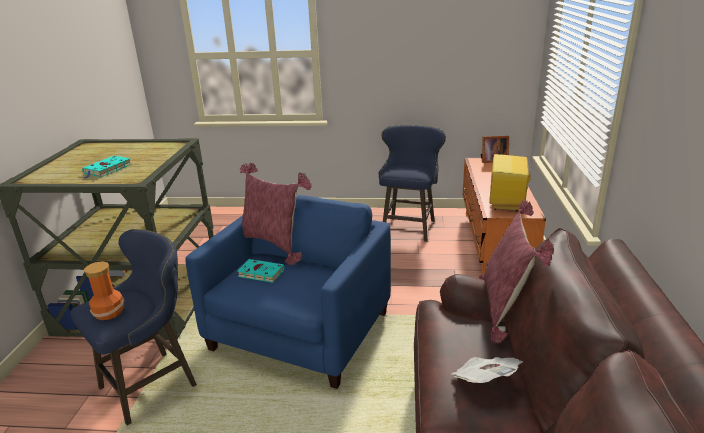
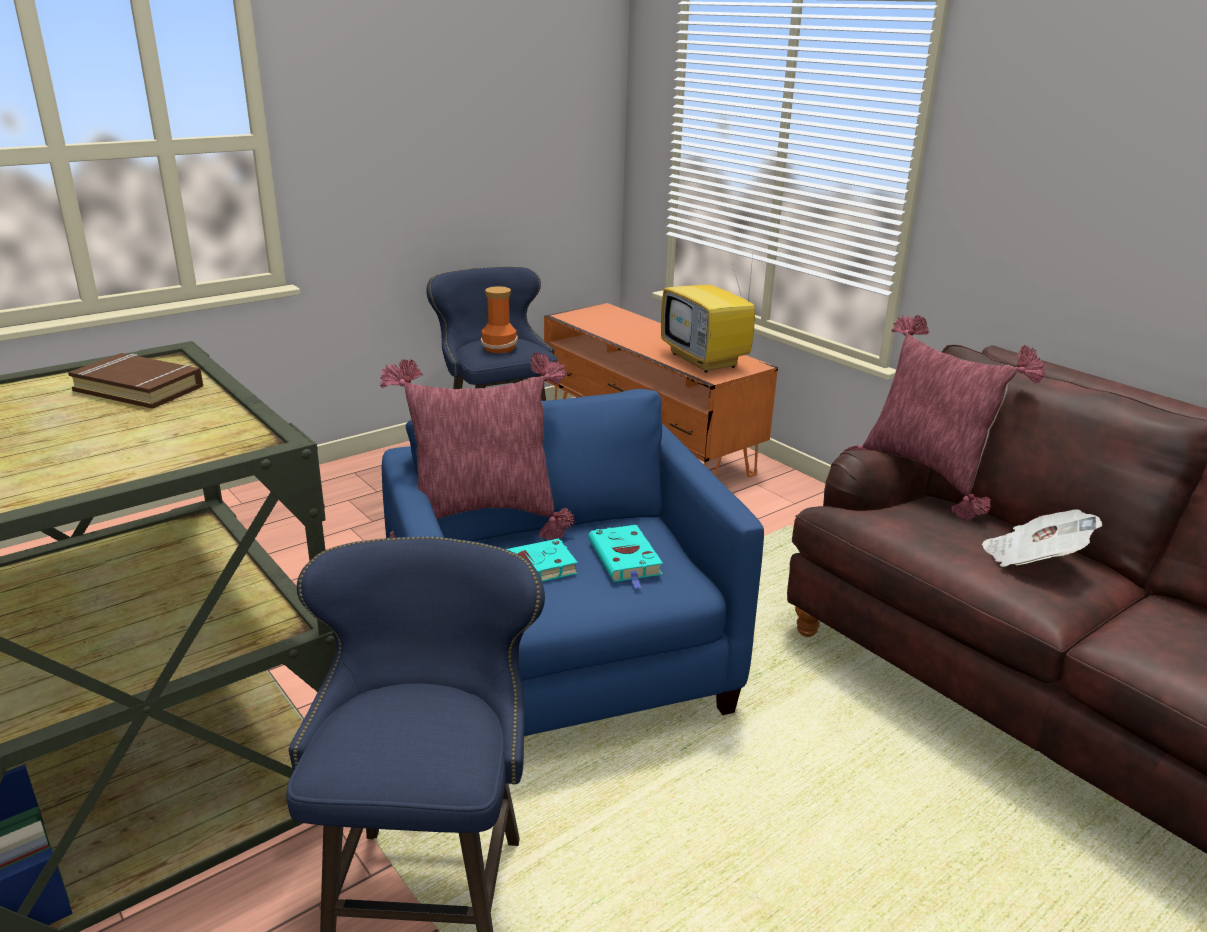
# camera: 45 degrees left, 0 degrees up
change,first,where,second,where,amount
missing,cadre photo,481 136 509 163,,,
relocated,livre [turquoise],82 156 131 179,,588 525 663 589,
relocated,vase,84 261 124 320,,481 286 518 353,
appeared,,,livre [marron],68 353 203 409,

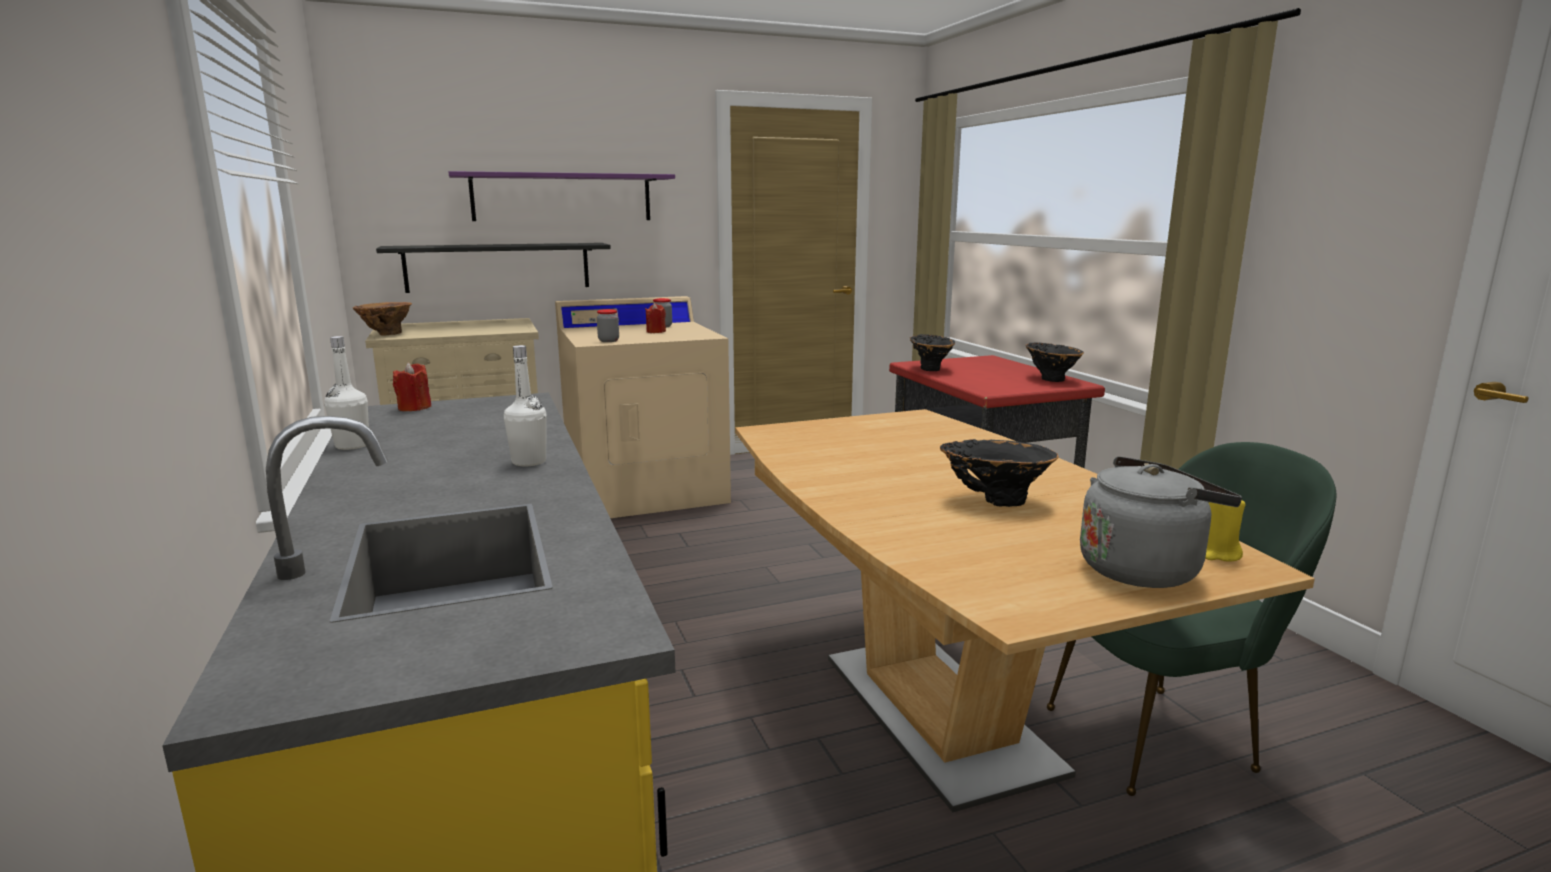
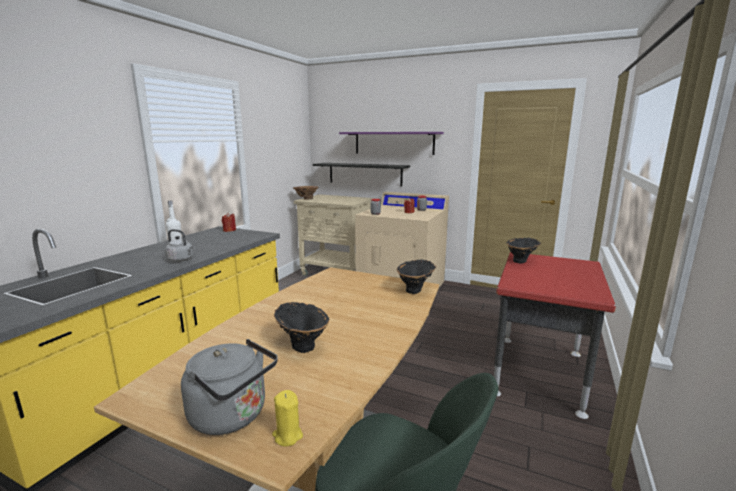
# camera: 45 degrees right, 0 degrees up
change,first,where,second,where,amount
relocated,vase [noir],1026 342 1084 382,,397 259 436 294,
exchanged,bouteille [blanc],504 345 547 466,bouilloire [gris],165 229 195 262,

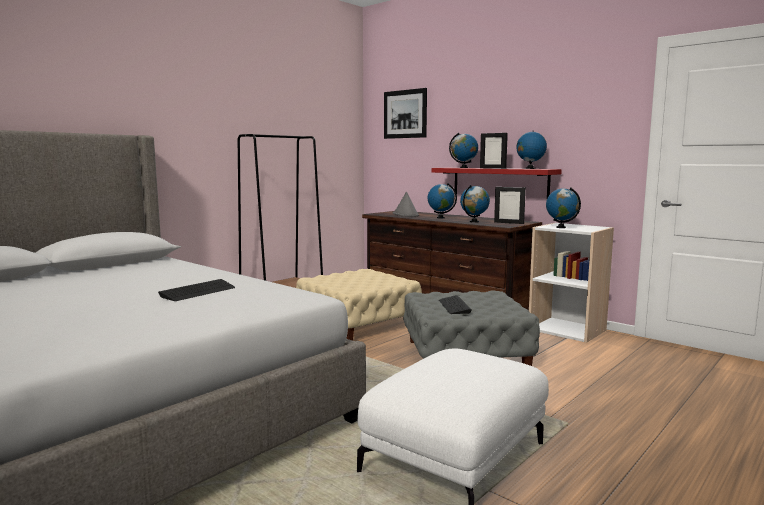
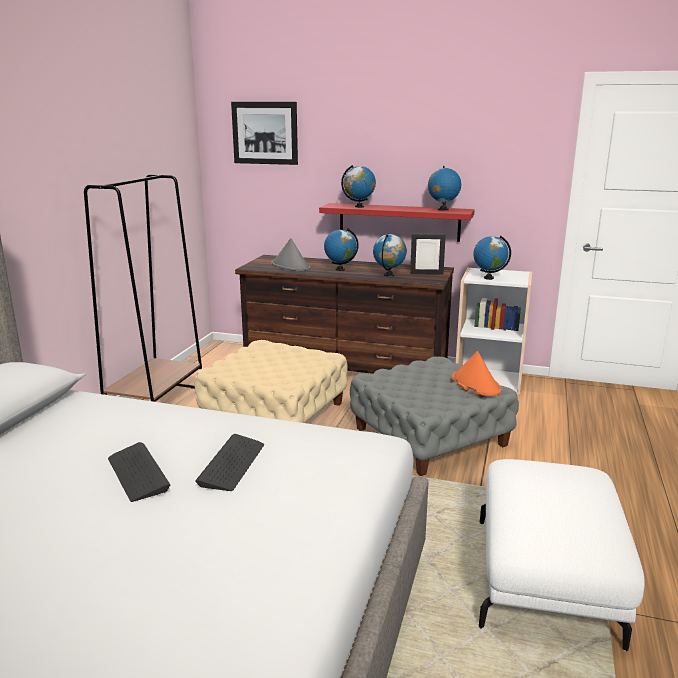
# camera: 25 degrees left, 10 degrees up
change,first,where,second,where,amount
missing,cadre photo,480 133 508 169,,,
relocated,clavier,439 295 472 314,,108 442 170 502,
appeared,,,chapeau [orange],452 351 502 396,

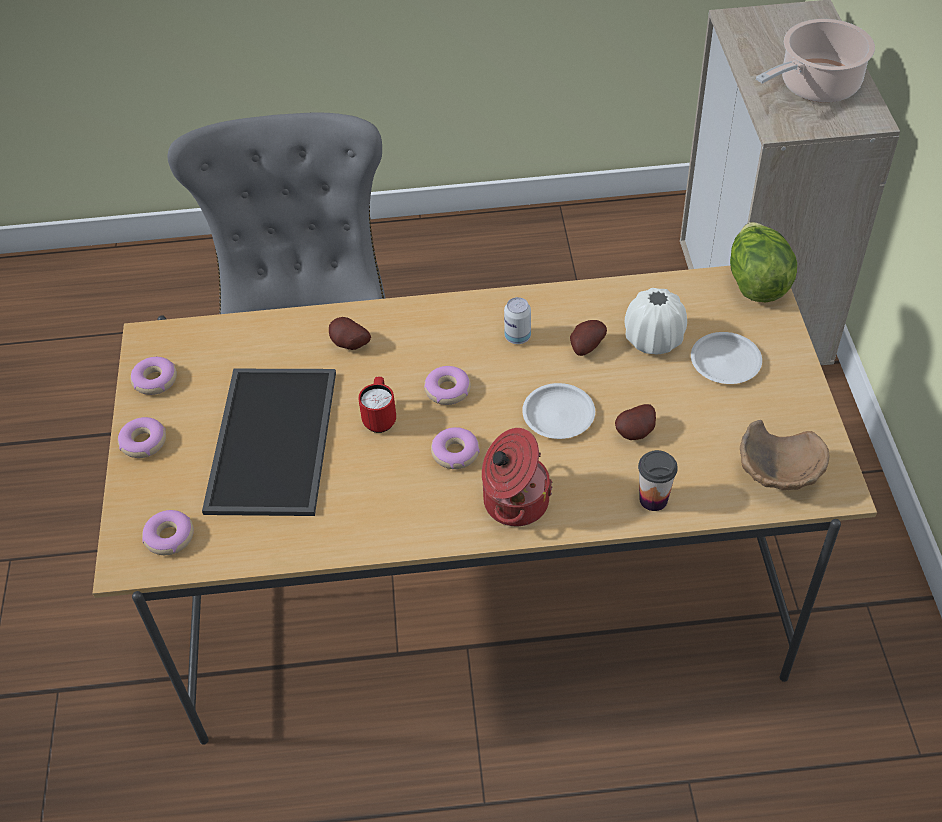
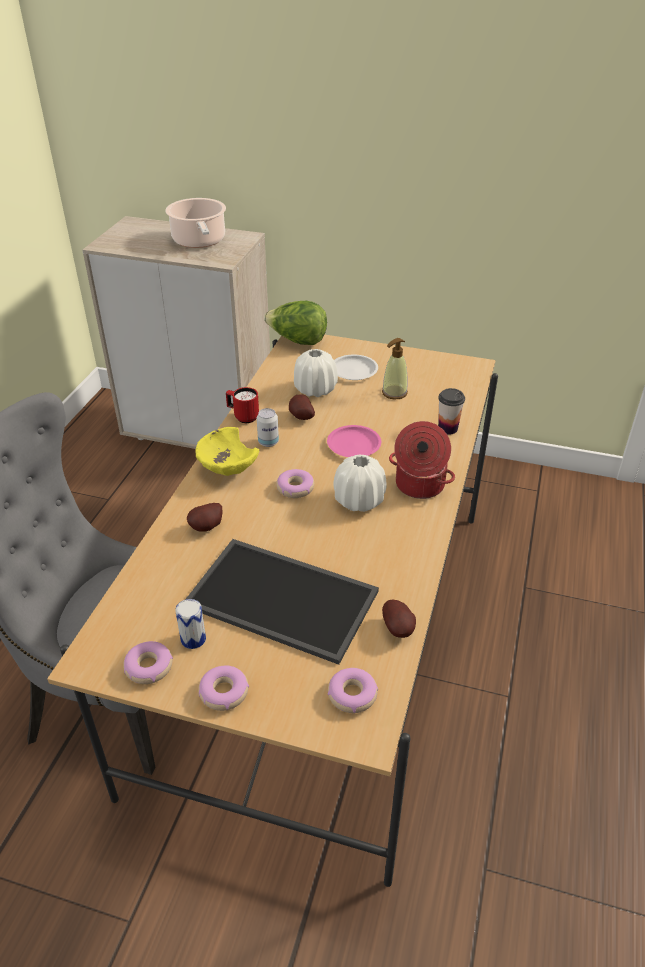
# camera: 70 degrees left, 10 degrees down
change,first,where,second,where,amount
relocated,mug [rouge],358 377 396 433,,226 387 259 423,
colour,assiette [blanc],522 383 595 439,assiette [rose],327 425 381 457,
relocated,pomme de terre,615 404 656 440,,382 600 416 638,
missing,bol [marron],740 420 829 490,,,
exchanged,beignet,431 427 480 469,vase [blanc],334 455 387 512,
appeared,,,distributeur de savon,382 338 408 400,
appeared,,,bol [jaune],195 427 259 476,
appeared,,,boîte métallique,175 599 206 649,

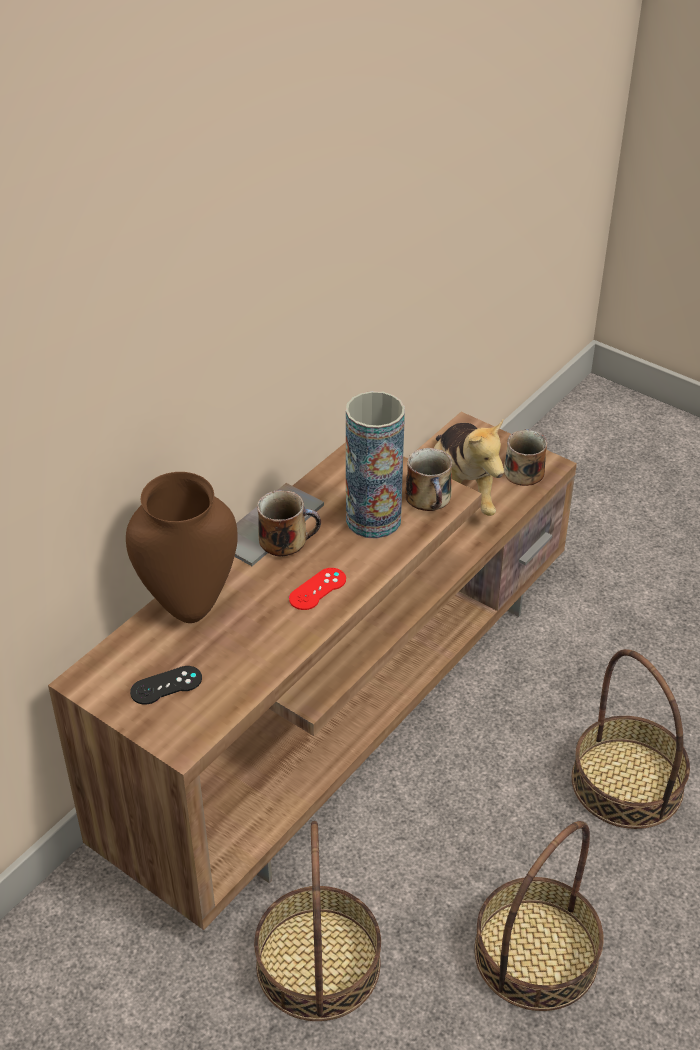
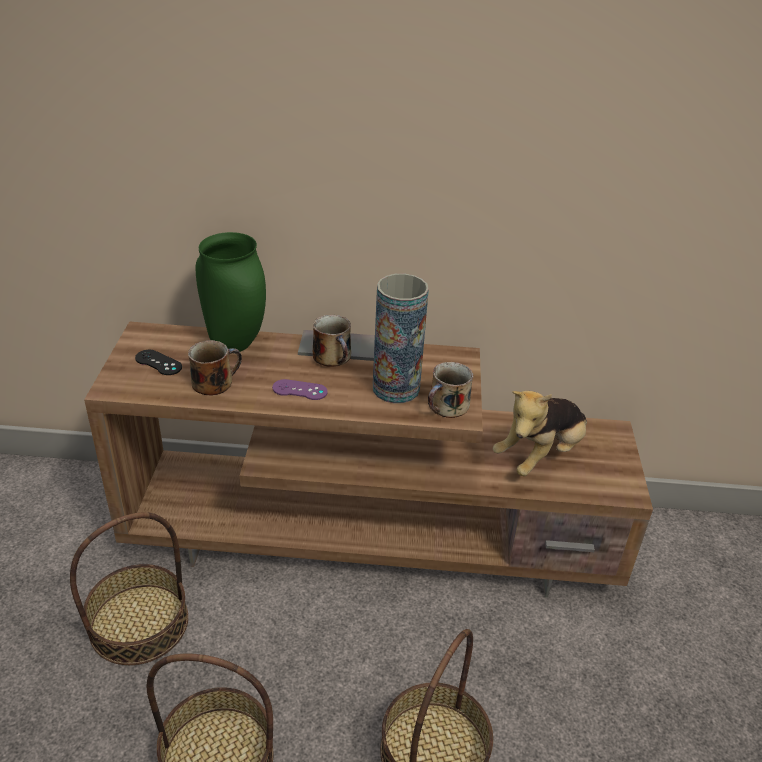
# camera: 55 degrees right, 5 degrees down
change,first,where,second,where,amount
relocated,mug,504 429 547 486,,188 340 242 395,
colour,vase [marron],126 472 238 623,vase [vert],196 232 266 352,
colour,manette [rouge],289 568 346 610,manette [violet],272 379 328 400,

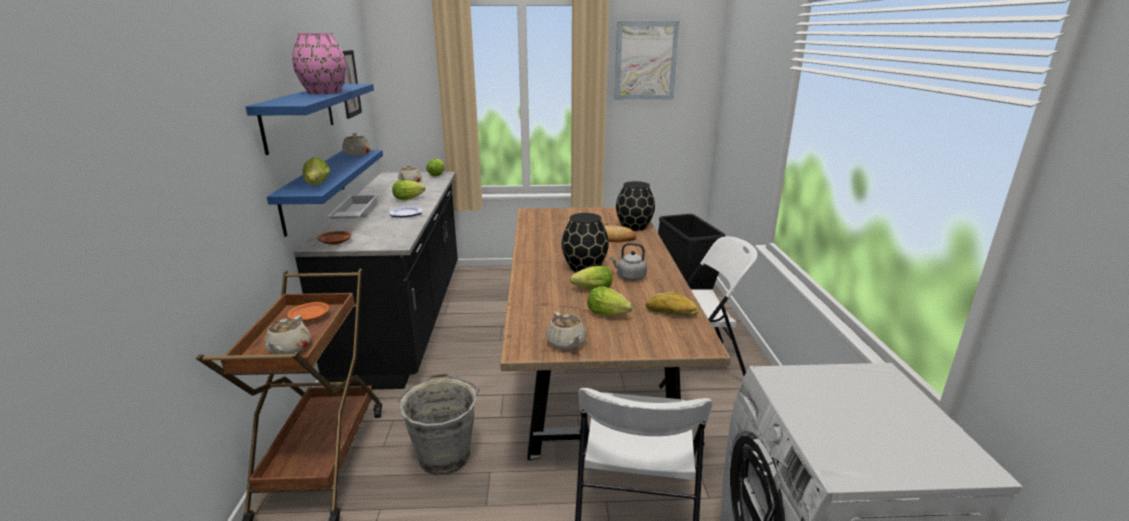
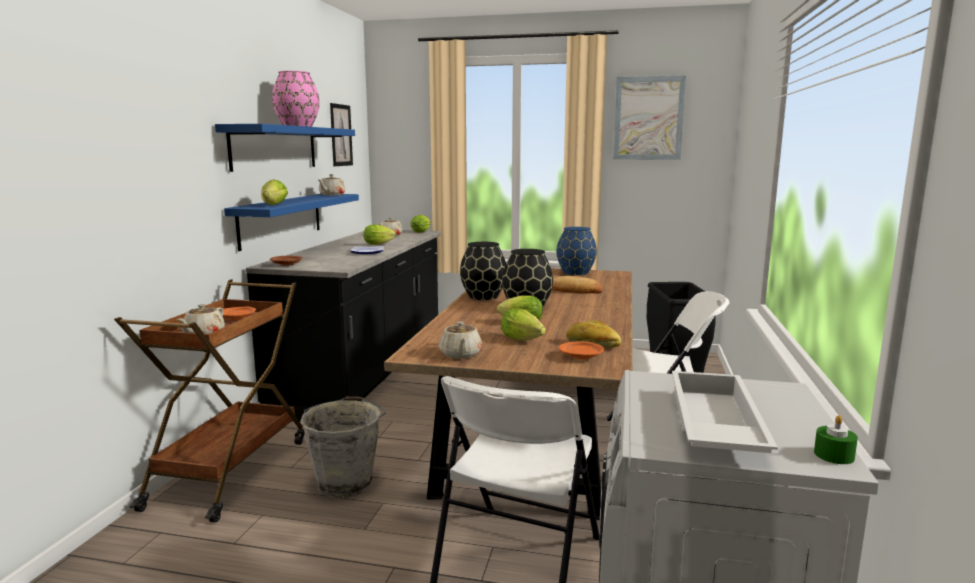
# camera: 15 degrees right, 10 degrees down
change,first,where,second,where,amount
relocated,vase [noir],616 181 655 231,,460 242 506 300,
relocated,plateau [blanc],327 195 378 219,,672 371 778 453,
missing,bouilloire [gris],610 243 647 281,,,
appeared,,,vase [bleu],556 227 597 275,
appeared,,,assiette [orange],559 341 604 359,
appeared,,,bougie [vert],814 415 858 464,

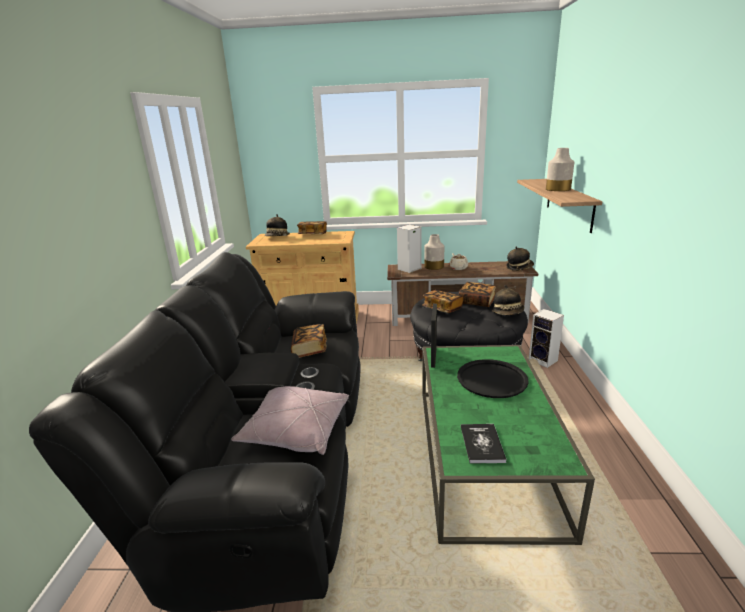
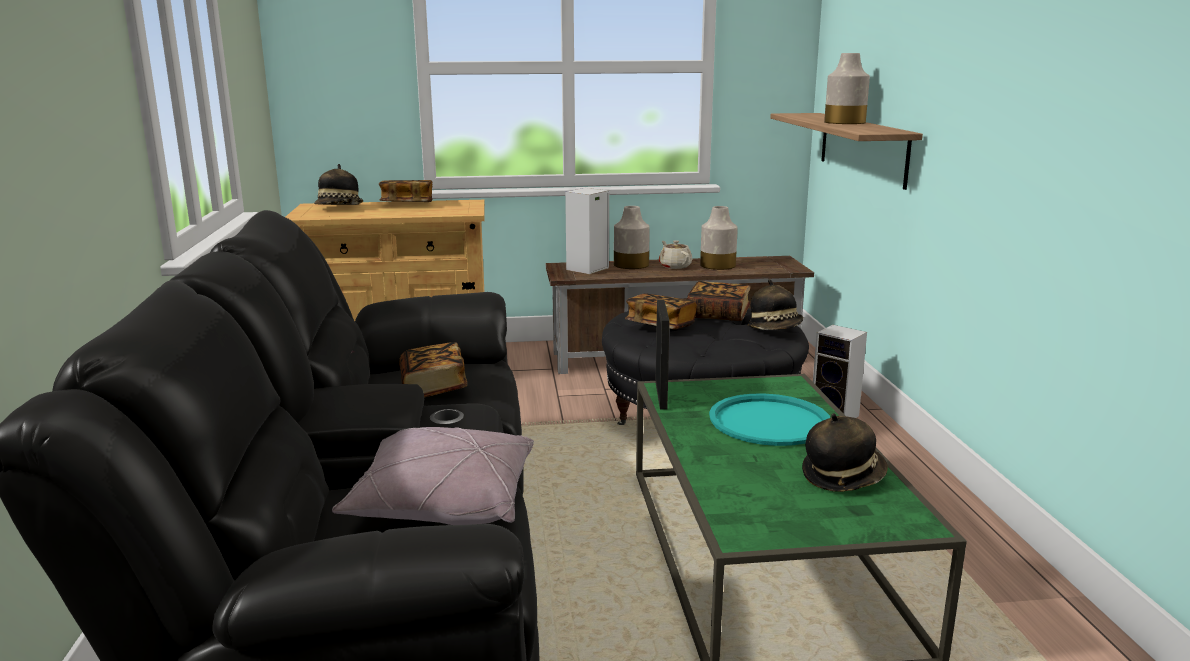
# camera: 10 degrees left, 5 degrees down
change,first,where,second,where,amount
relocated,chapeau,506 246 534 271,,802 413 888 492,
colour,plateau [noir],457 359 528 398,plateau [turquoise],709 393 831 446,
missing,livre,461 424 507 464,,,
appeared,,,vase [beige],700 206 738 270,

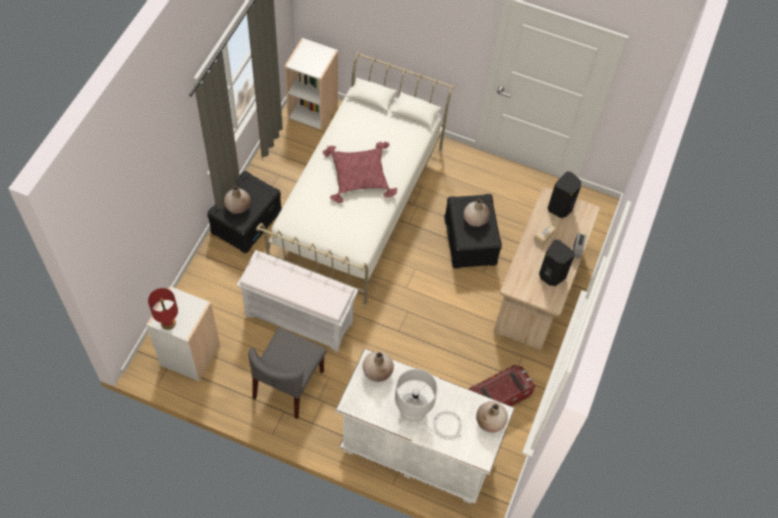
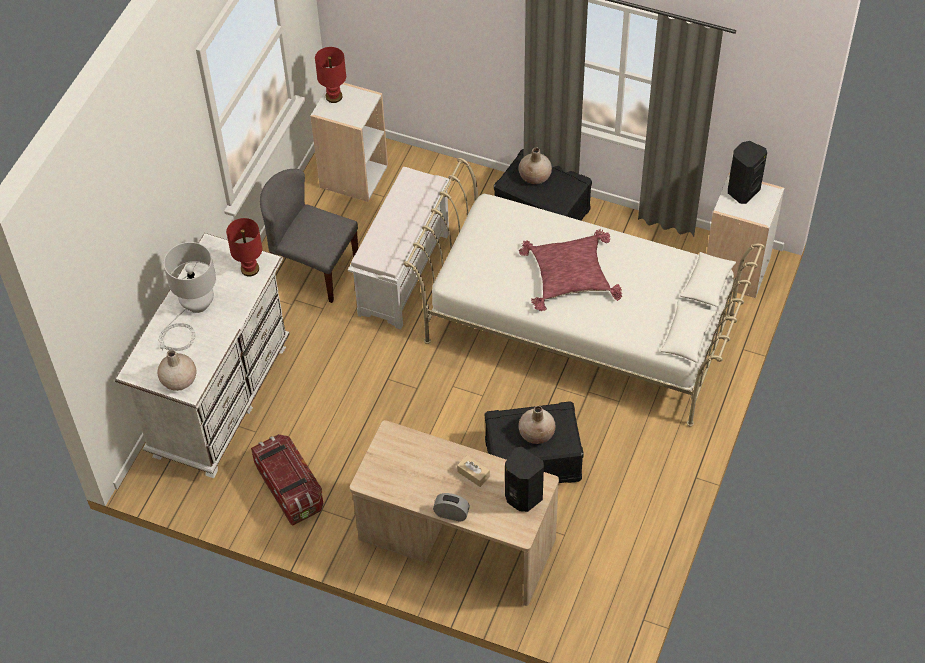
# camera: 95 degrees right, 5 degrees down
change,first,where,second,where,amount
relocated,enceinte [noir],539 240 575 286,,728 141 767 204,
exchanged,vase [beige],363 351 394 382,lampe de table [rouge],226 218 262 277,

